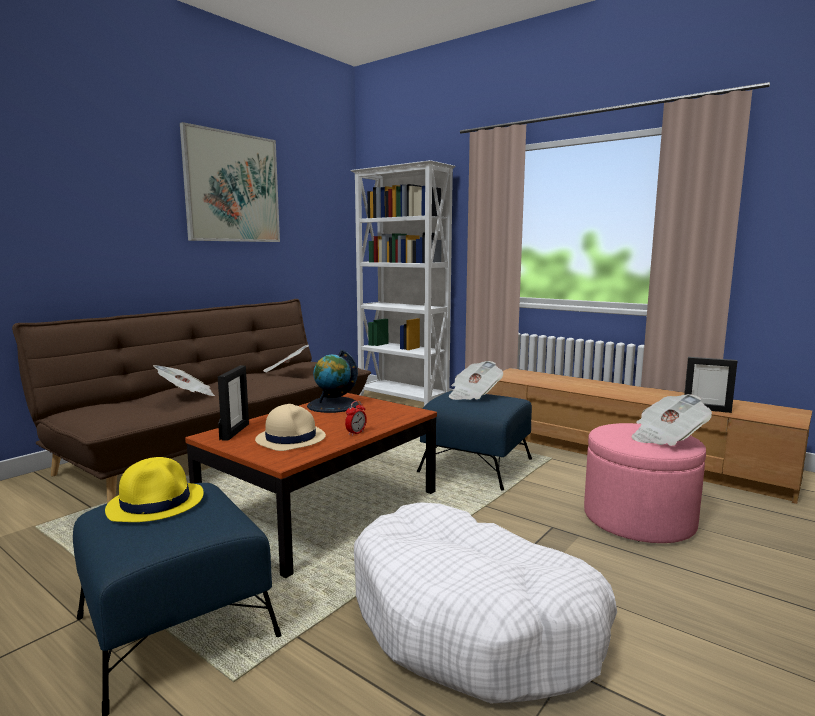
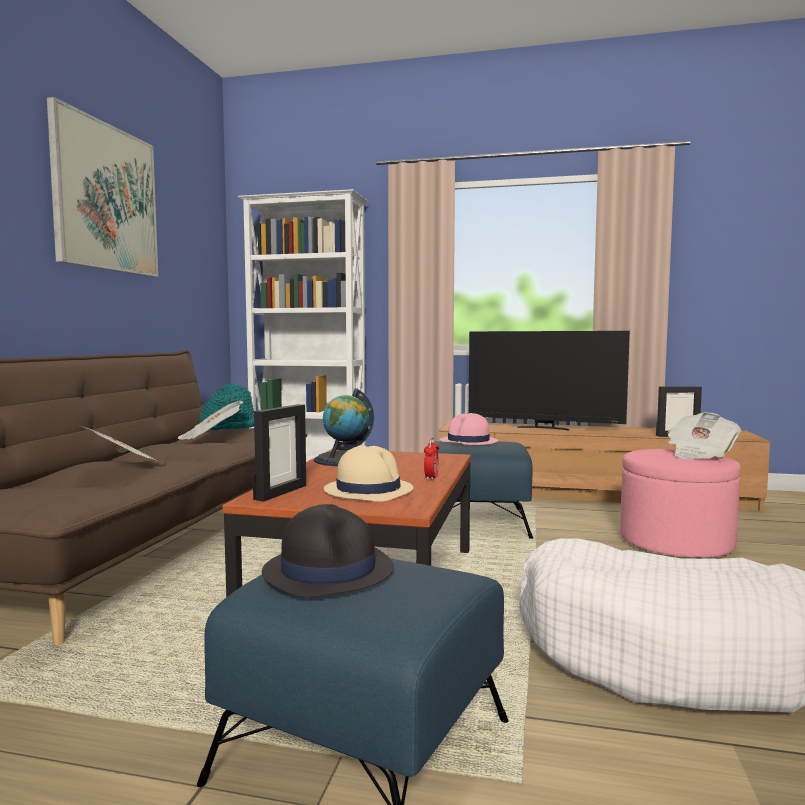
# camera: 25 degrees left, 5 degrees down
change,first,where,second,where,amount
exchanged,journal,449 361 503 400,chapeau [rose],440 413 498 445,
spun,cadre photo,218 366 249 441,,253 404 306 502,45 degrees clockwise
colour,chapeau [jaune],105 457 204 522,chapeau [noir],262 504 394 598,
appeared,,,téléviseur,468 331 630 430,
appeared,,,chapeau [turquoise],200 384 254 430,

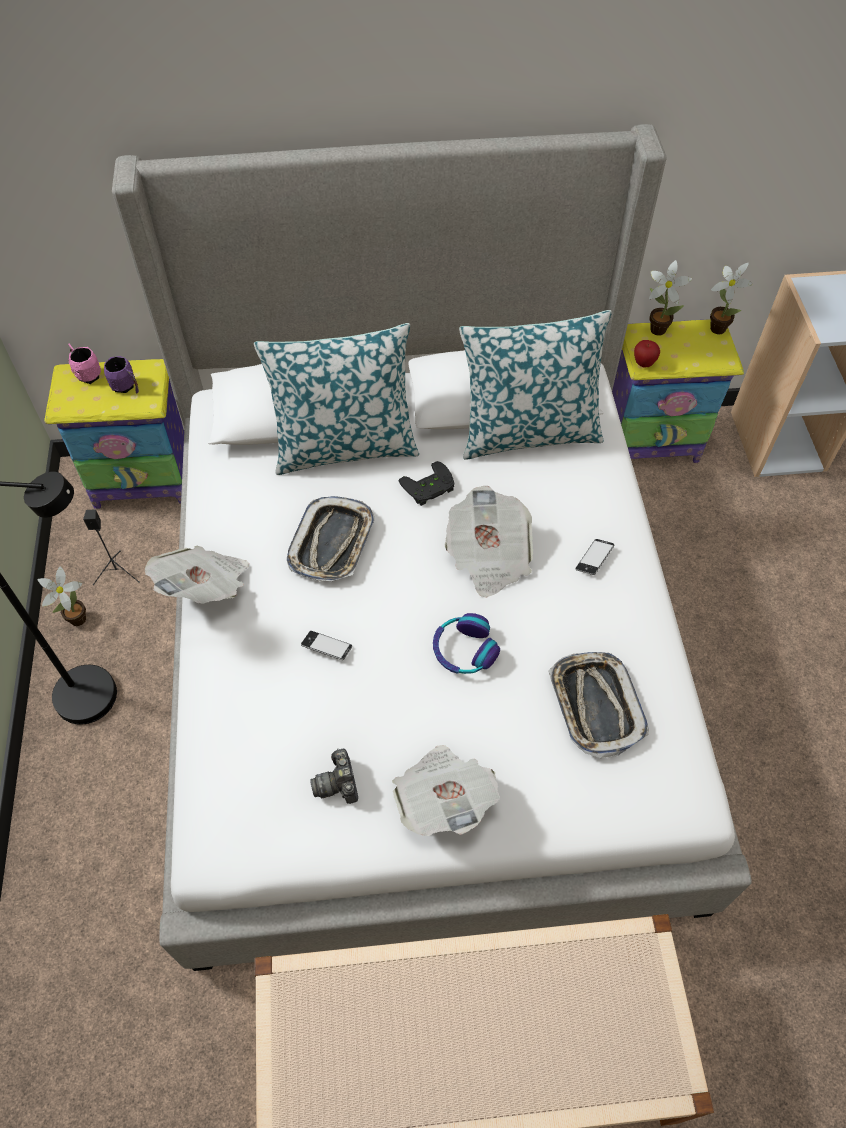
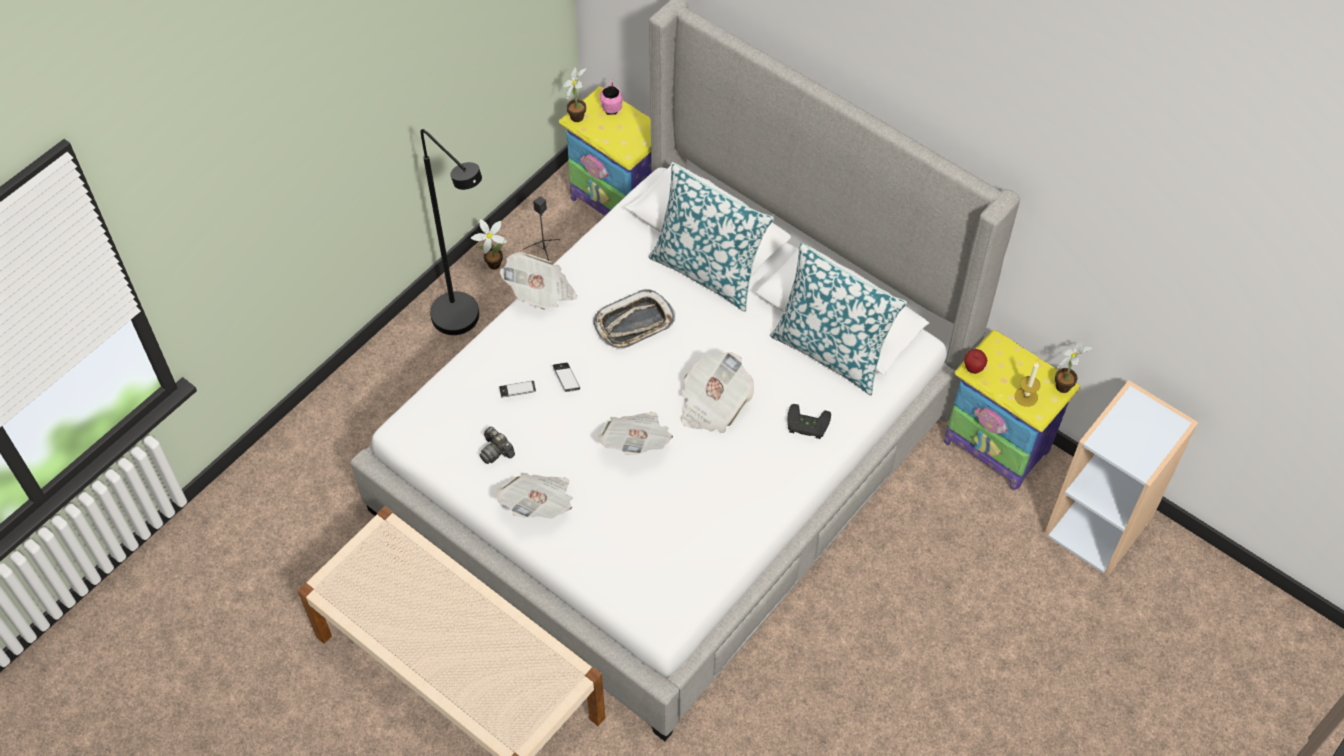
# camera: 45 degrees right, 0 degrees up
change,first,where,second,where,amount
relocated,plante en pot,649 260 692 336,,563 67 586 122,
missing,mug [violet],104 356 139 393,,,
relocated,manette [noir],399 461 455 506,,787 404 831 439,
relocated,téléphone,576 539 614 575,,499 381 536 398,
exchanged,casque audio,433 613 500 674,journal,598 412 673 455,
missing,plateau,548 652 649 758,,,
spun,appareil photo,310 748 358 804,,480 427 515 464,75 degrees counterclockwise
appeared,,,bougie,1015 362 1040 407,

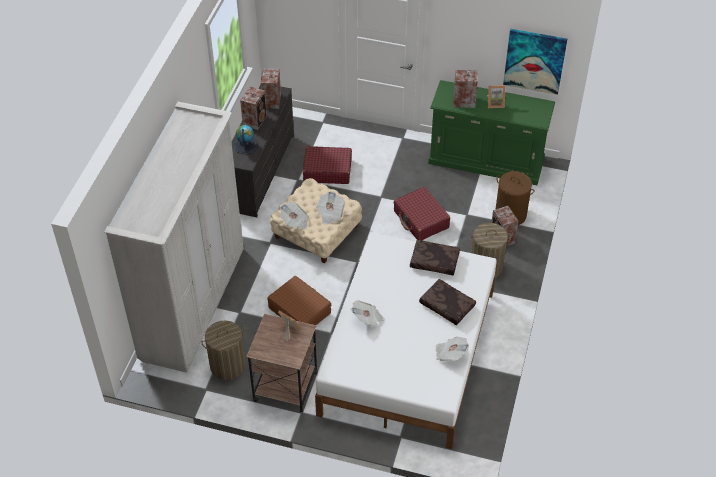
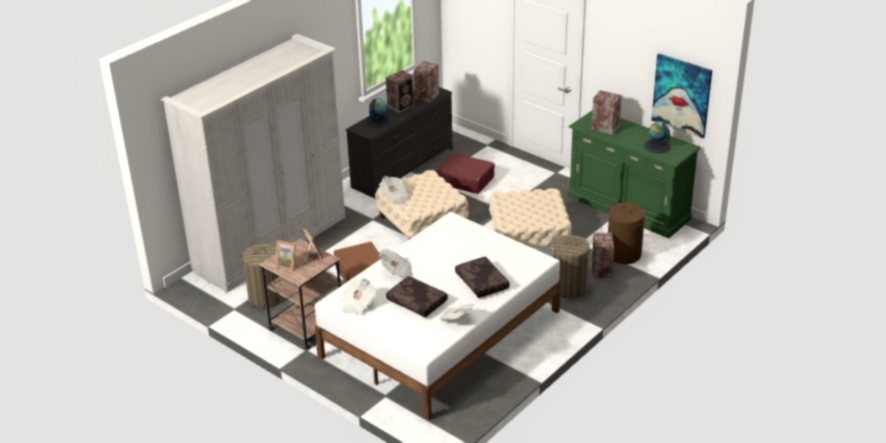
# camera: 25 degrees right, 15 degrees down
change,first,where,second,where,amount
relocated,cadre photo,487 85 506 108,,275 240 296 271,
exchanged,valise [rouge],394 187 450 240,pouf [beige],489 188 571 248,
relocated,journal,316 191 345 224,,342 278 376 314,
relocated,coussin [marron],410 240 460 275,,386 276 448 317,
appeared,,,globe,644 122 671 153,

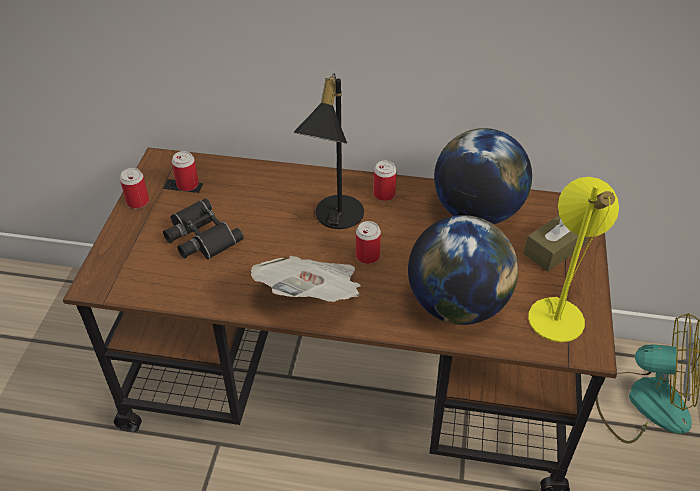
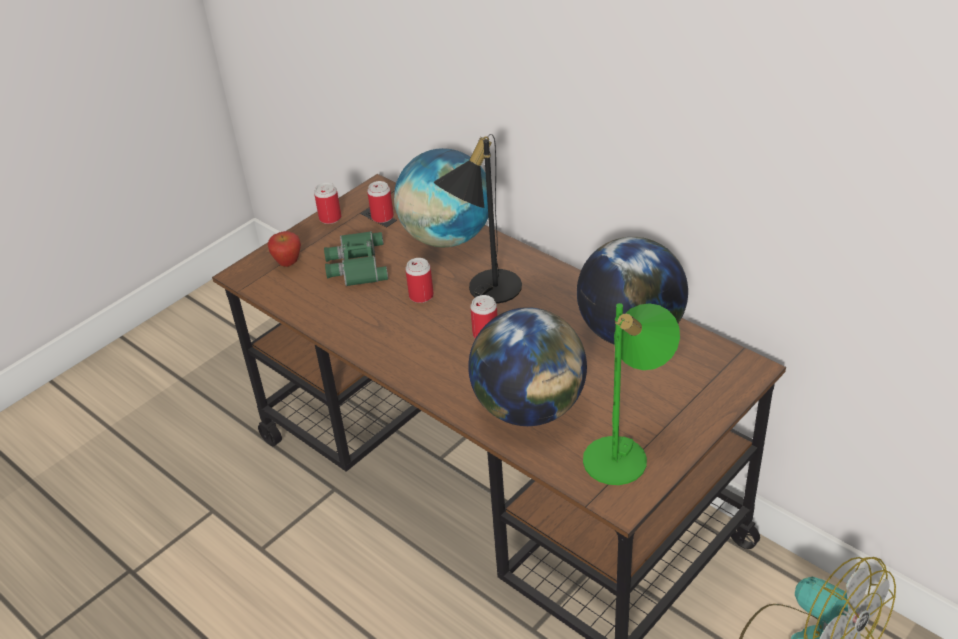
# camera: 35 degrees right, 5 degrees down
change,first,where,second,where,amount
relocated,boîte métallique,373 161 397 201,,405 258 434 303,
colour,lampe de table [jaune],528 177 619 342,lampe de table [vert],583 303 680 485,
colour,jumelles [noir],163 198 244 259,jumelles [vert],324 231 388 286,
missing,boîte à mouchoirs [marron],524 215 589 272,,,
missing,journal,251 256 361 302,,,
appeared,,,globe,394 148 488 248,
appeared,,,pomme,268 231 301 267,

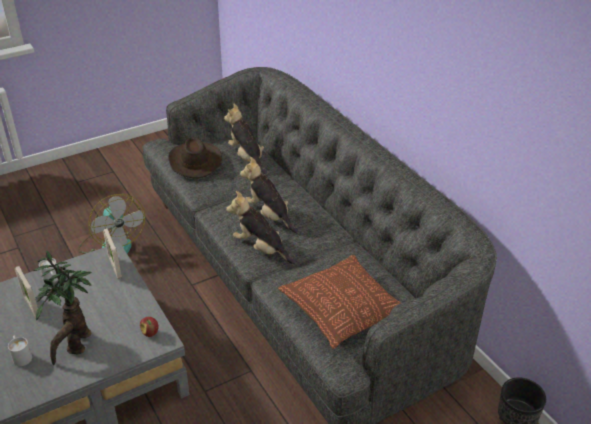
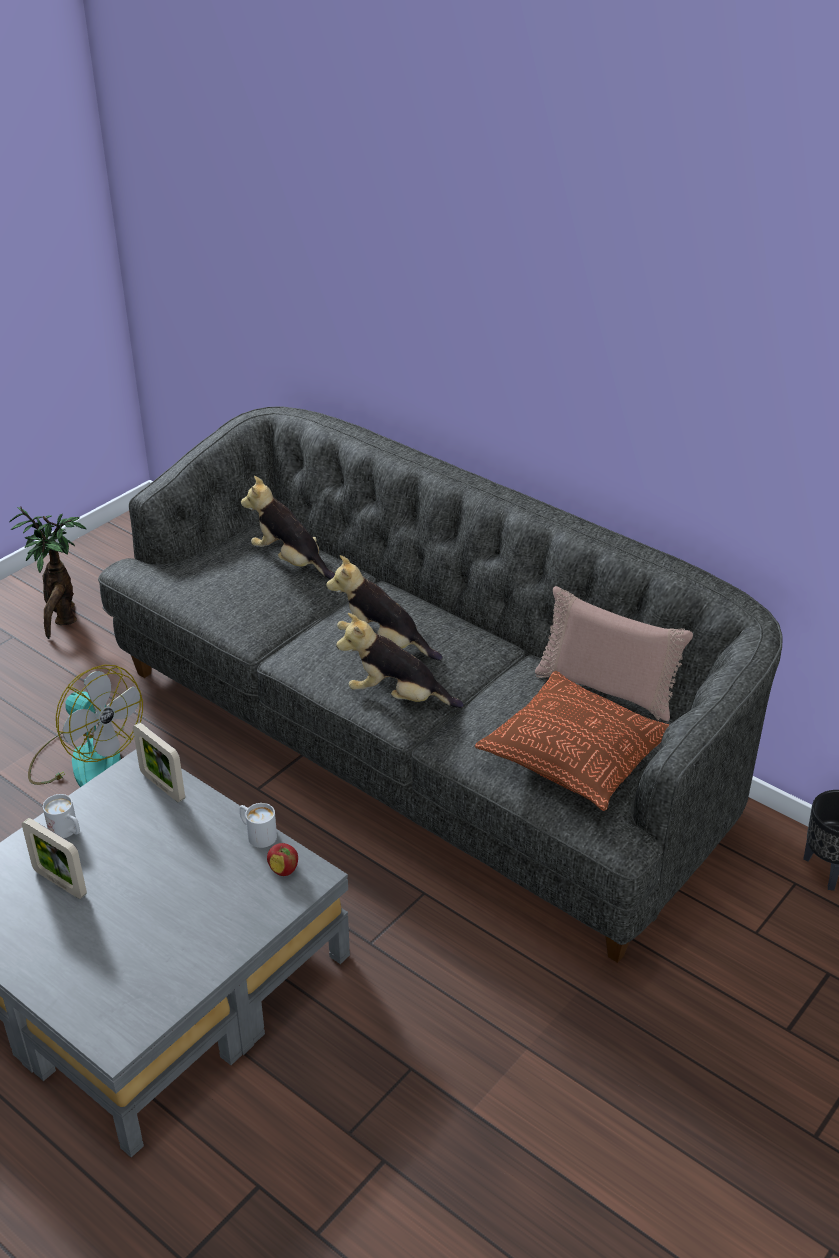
# camera: 20 degrees left, 0 degrees up
change,first,where,second,where,amount
missing,chapeau [marron],168 137 222 178,,,
relocated,plante en pot,33 251 92 365,,9 506 86 639,
relocated,mug [blanc],8 336 32 366,,239 803 277 848,
appeared,,,coussin [beige],535 586 693 721,

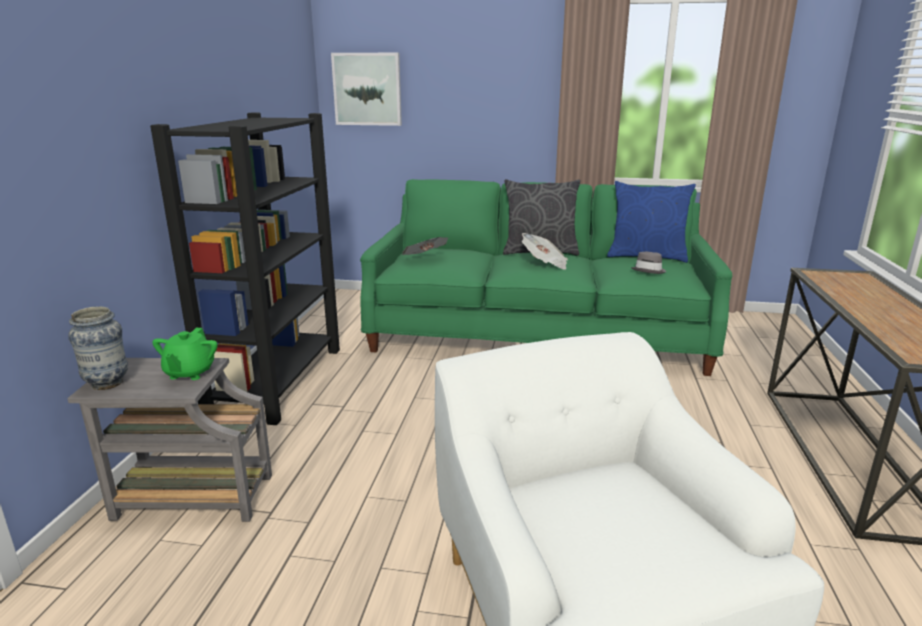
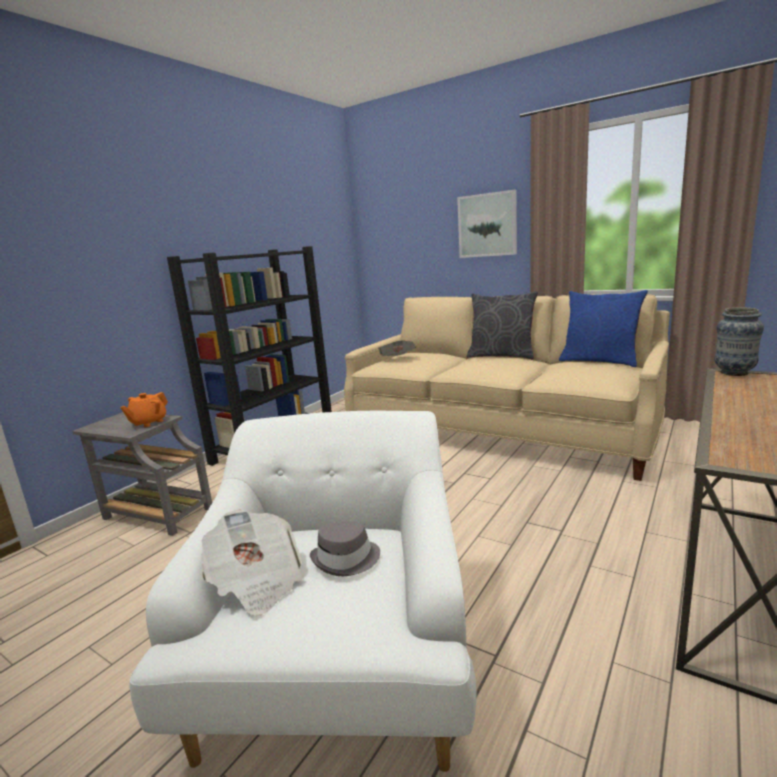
# camera: 25 degrees right, 5 degrees down
change,first,where,second,where,amount
relocated,tableau,331 53 402 126,,457 190 517 258,
colour,canapé [vert],360 179 732 376,canapé [beige],344 294 670 481,
relocated,journal,522 233 568 270,,201 510 304 616,
relocated,chapeau [gris],631 252 666 274,,310 521 380 576,
relocated,vase,68 306 128 390,,714 307 764 376,
colour,théière [vert],152 328 218 380,théière [orange],120 392 168 427,

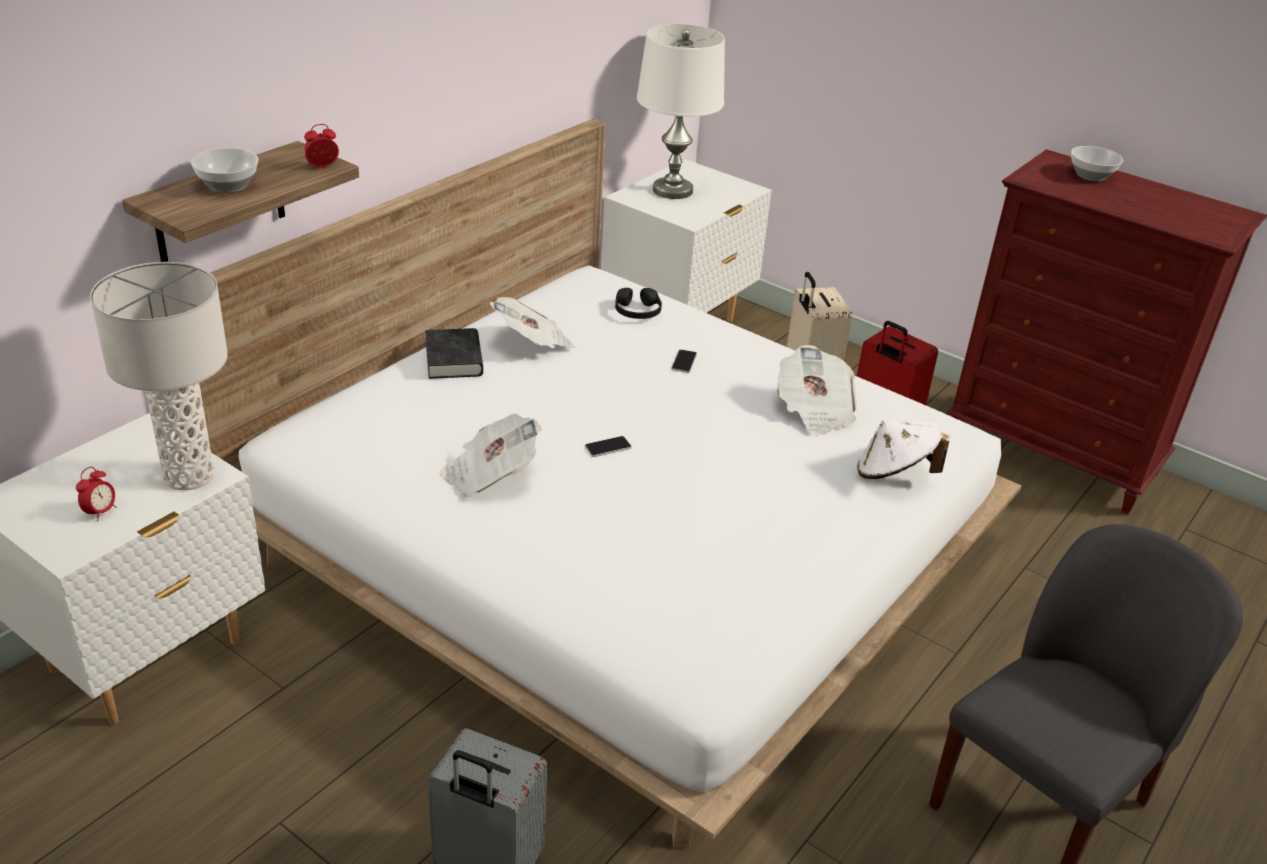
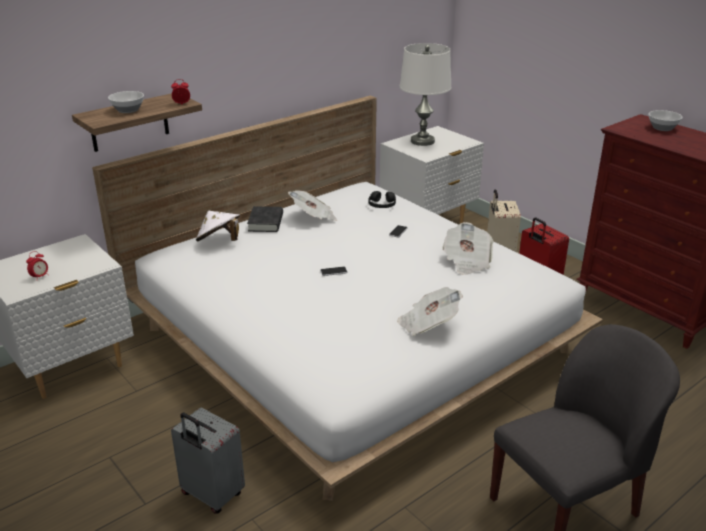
# camera: 15 degrees right, 5 degrees down
change,first,where,second,where,amount
missing,lampe de table [blanc],90 262 228 490,,,
relocated,journal,440 414 541 498,,397 287 463 336,
relocated,chapeau [blanc],857 420 950 479,,196 211 240 241,

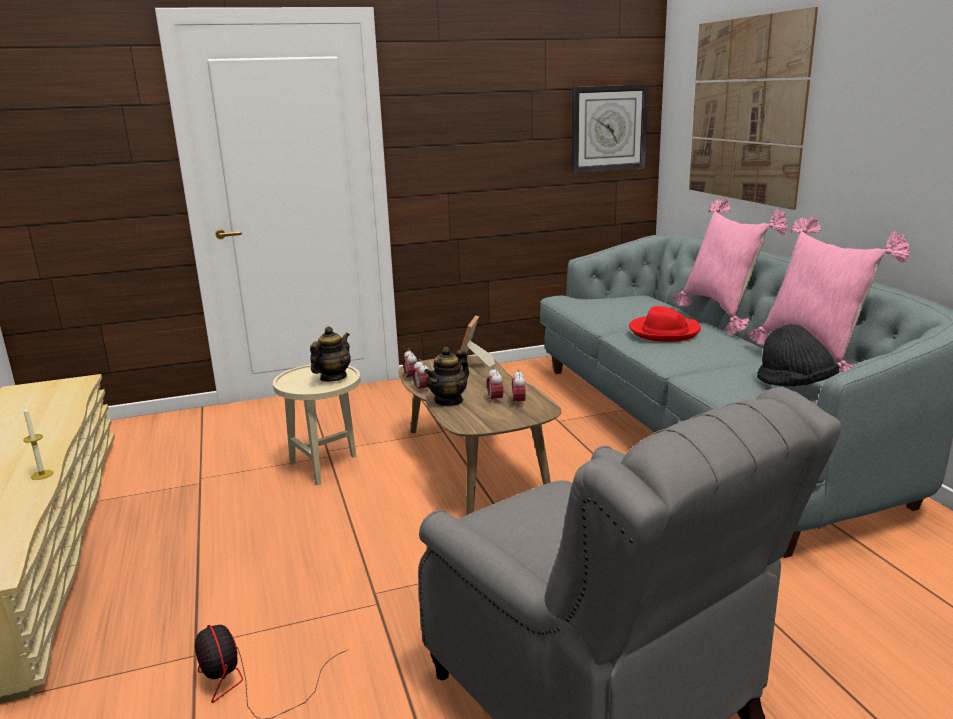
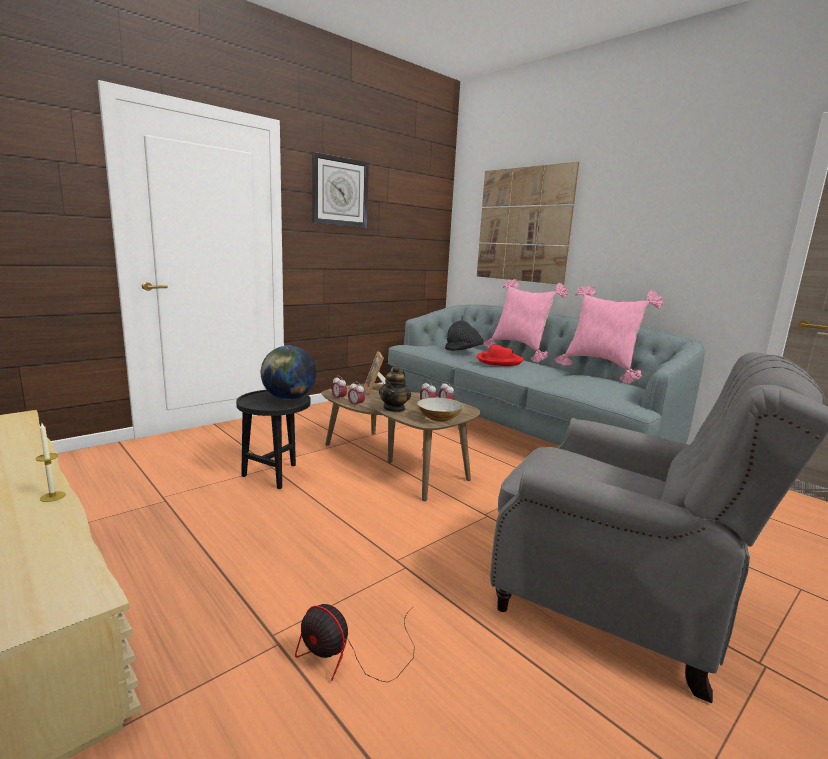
# camera: 25 degrees left, 5 degrees down
change,first,where,second,where,amount
relocated,horloge murale,571 84 649 173,,312 152 369 227,
relocated,chapeau [noir],757 324 839 387,,445 320 484 351,
exchanged,théière,310 326 351 382,globe,261 346 317 400,
colour,table d'appoint [beige],273 364 361 485,table d'appoint [noir],236 390 311 489,
appeared,,,bol,417 397 464 422,

